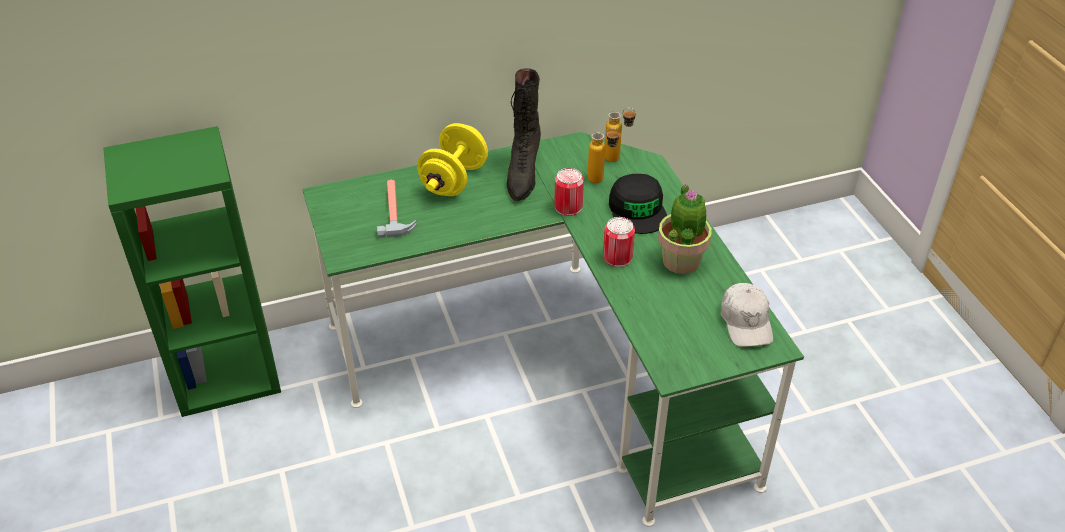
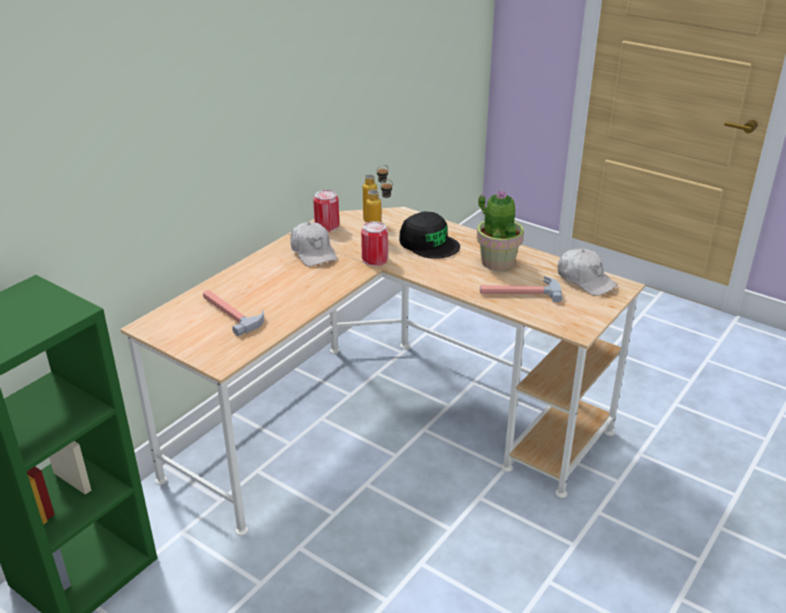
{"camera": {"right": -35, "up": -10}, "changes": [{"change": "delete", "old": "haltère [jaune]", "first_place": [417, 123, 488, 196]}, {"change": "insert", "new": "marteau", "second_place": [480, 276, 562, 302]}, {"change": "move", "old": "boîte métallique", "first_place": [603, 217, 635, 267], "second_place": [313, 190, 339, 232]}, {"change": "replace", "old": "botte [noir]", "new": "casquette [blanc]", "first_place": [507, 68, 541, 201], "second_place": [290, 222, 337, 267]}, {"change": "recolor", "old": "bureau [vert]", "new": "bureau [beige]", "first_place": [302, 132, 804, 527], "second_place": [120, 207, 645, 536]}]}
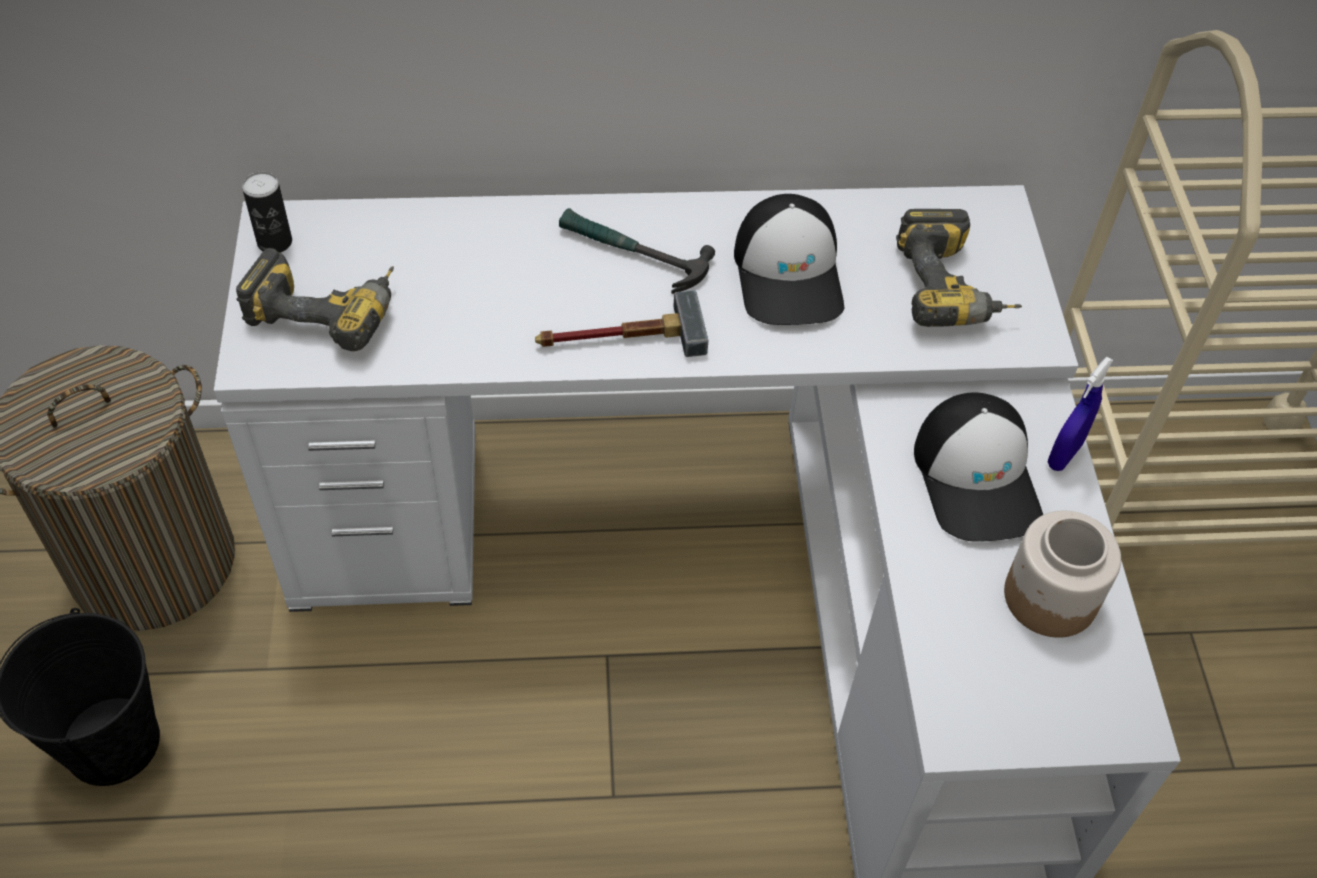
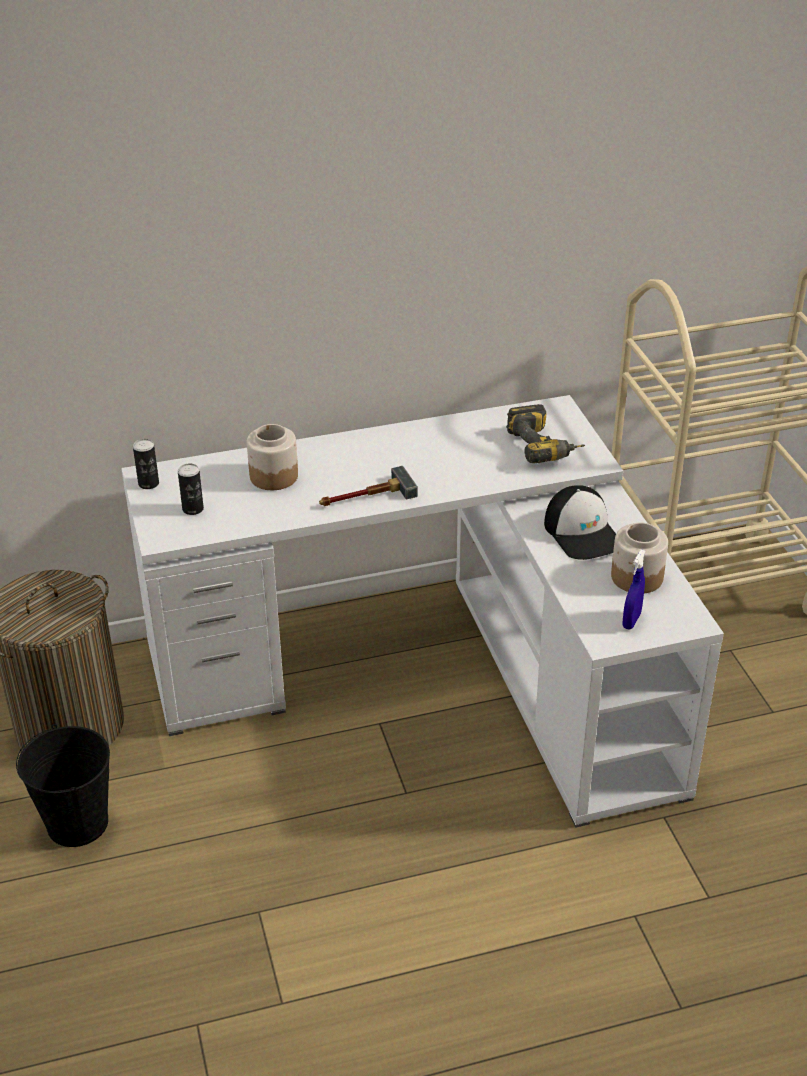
{"camera": {"right": -10, "up": -15}, "changes": [{"change": "delete", "old": "marteau", "first_place": [559, 208, 715, 294]}, {"change": "delete", "old": "casquette", "first_place": [734, 194, 844, 325]}, {"change": "insert", "new": "bocal", "second_place": [247, 424, 298, 490]}, {"change": "move", "old": "vaporisateur [bleu]", "first_place": [1048, 357, 1114, 471], "second_place": [622, 550, 645, 629]}, {"change": "replace", "old": "perceuse", "new": "boîte métallique", "first_place": [236, 248, 394, 351], "second_place": [178, 463, 204, 515]}]}
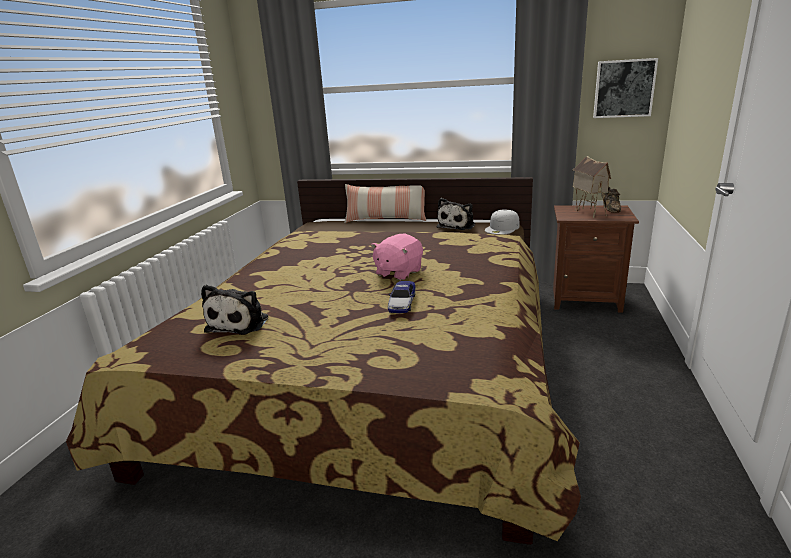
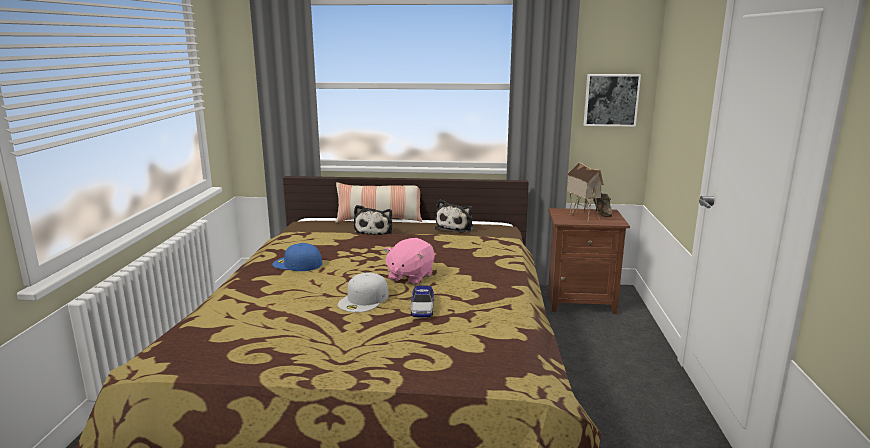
{"camera": {"right": -10, "up": -5}, "changes": [{"change": "insert", "new": "casquette [bleu]", "second_place": [272, 243, 322, 271]}, {"change": "move", "old": "peluche", "first_place": [201, 285, 268, 335], "second_place": [354, 205, 392, 235]}, {"change": "move", "old": "casquette [blanc]", "first_place": [485, 210, 520, 235], "second_place": [338, 272, 389, 313]}]}
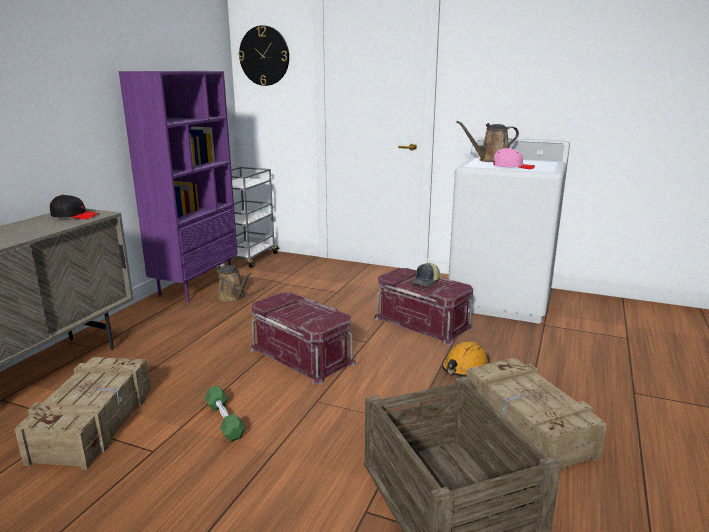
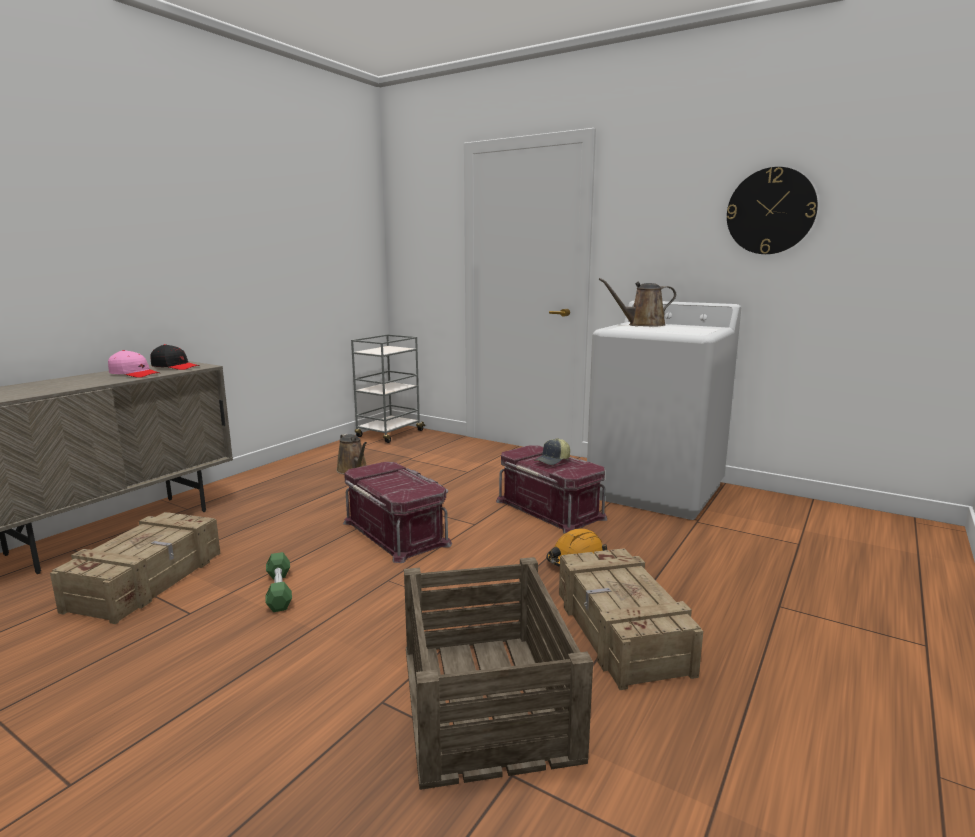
{"camera": {"right": 10, "up": -5}, "changes": [{"change": "delete", "old": "bibliothèque [violet]", "first_place": [119, 71, 238, 302]}, {"change": "move", "old": "horloge murale", "first_place": [238, 25, 289, 86], "second_place": [727, 167, 818, 254]}, {"change": "move", "old": "casquette [rose]", "first_place": [493, 148, 535, 169], "second_place": [108, 350, 160, 378]}]}
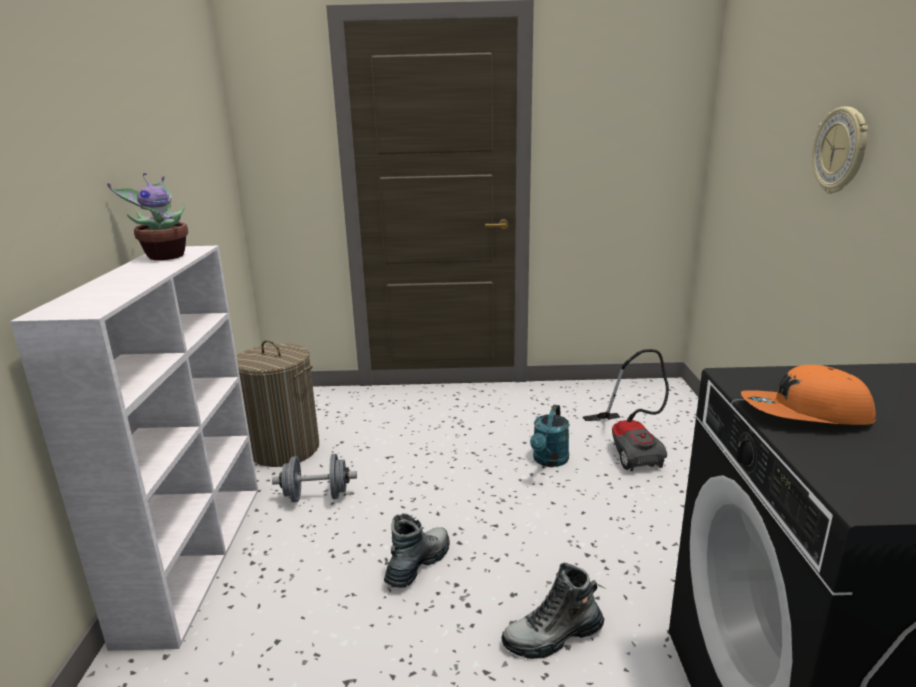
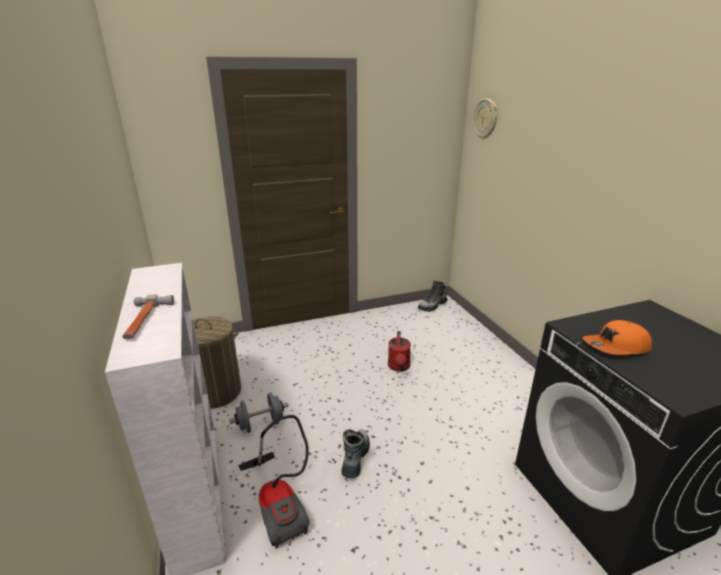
{"camera": {"right": -20, "up": 5}, "changes": [{"change": "delete", "old": "plante en pot", "first_place": [107, 173, 188, 260]}, {"change": "insert", "new": "marteau", "second_place": [122, 294, 174, 339]}, {"change": "move", "old": "botte", "first_place": [501, 562, 604, 659], "second_place": [418, 280, 447, 312]}, {"change": "move", "old": "aspirateur", "first_place": [583, 349, 669, 471], "second_place": [239, 415, 310, 549]}, {"change": "move", "old": "horloge murale", "first_place": [812, 106, 868, 194], "second_place": [473, 98, 497, 139]}, {"change": "recolor", "old": "arrosoir [turquoise]", "new": "arrosoir [rouge]", "first_place": [530, 405, 570, 467], "second_place": [388, 331, 411, 372]}]}
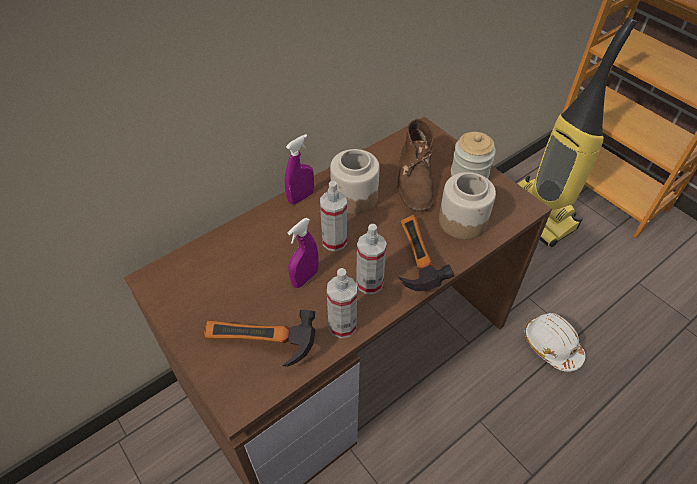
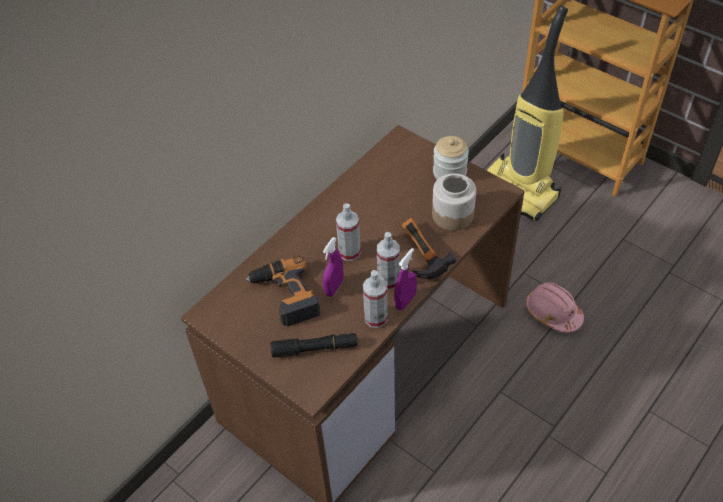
{"camera": {"right": -10, "up": 0}, "changes": [{"change": "delete", "old": "bocal", "first_place": [330, 149, 380, 214]}, {"change": "delete", "old": "botte [marron]", "first_place": [397, 119, 435, 212]}, {"change": "insert", "new": "perceuse", "second_place": [246, 256, 321, 326]}, {"change": "move", "old": "vaporisateur [violet]", "first_place": [285, 134, 314, 204], "second_place": [394, 248, 417, 310]}, {"change": "replace", "old": "marteau", "new": "lampe de poche [noir]", "first_place": [204, 310, 316, 367], "second_place": [271, 333, 358, 358]}, {"change": "recolor", "old": "casque de chantier [blanc]", "new": "casque de chantier [rose]", "first_place": [525, 313, 586, 372], "second_place": [525, 282, 584, 333]}]}
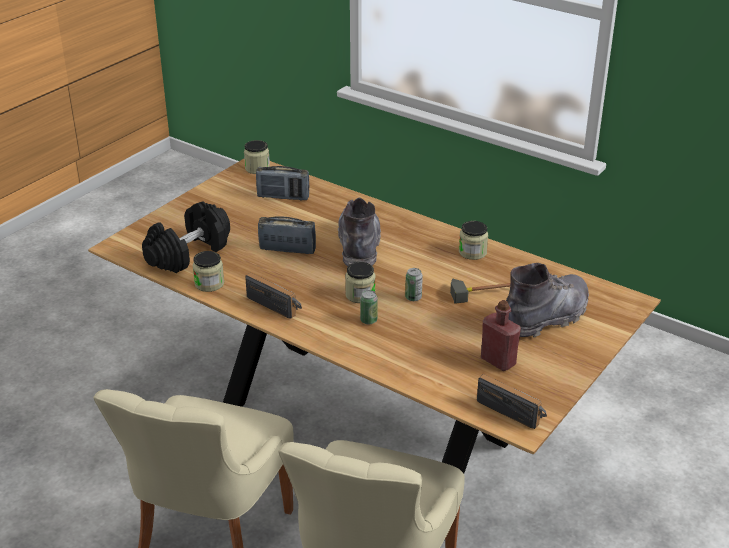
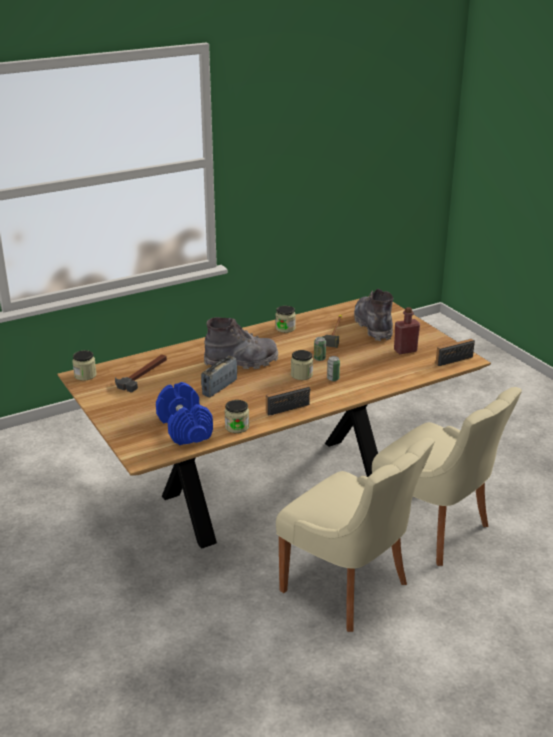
{"camera": {"right": -65, "up": -5}, "changes": [{"change": "replace", "old": "radio", "new": "marteau", "first_place": [256, 166, 309, 201], "second_place": [115, 354, 167, 393]}, {"change": "recolor", "old": "haltère [noir]", "new": "haltère [bleu]", "first_place": [142, 201, 230, 273], "second_place": [156, 382, 213, 445]}, {"change": "rotate", "old": "botte [gris]", "first_place": [338, 198, 381, 266], "second_place": [204, 317, 278, 369], "degrees": 150}]}
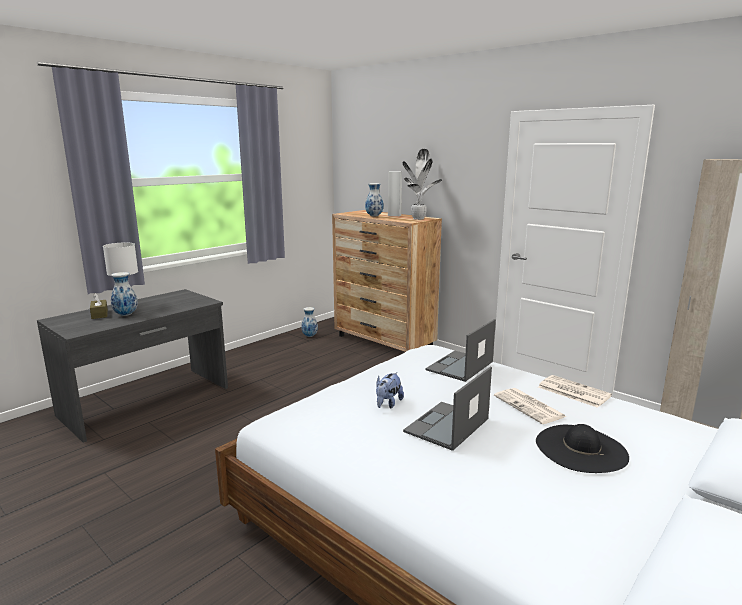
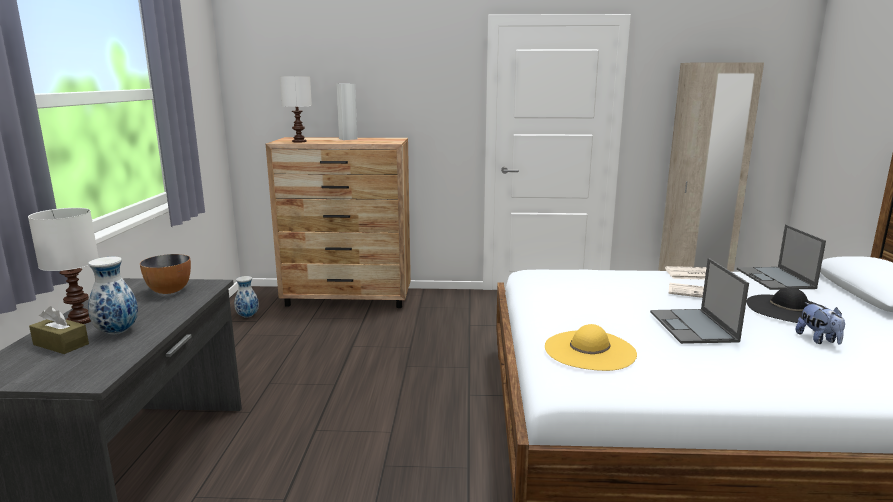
{"camera": {"right": -40, "up": 0}, "changes": [{"change": "delete", "old": "vase", "first_place": [365, 183, 383, 217]}, {"change": "delete", "old": "plante en pot", "first_place": [403, 149, 442, 220]}, {"change": "insert", "new": "bol", "second_place": [140, 254, 191, 294]}, {"change": "insert", "new": "lampe de table [blanc]", "second_place": [280, 76, 312, 143]}, {"change": "insert", "new": "chapeau [jaune]", "second_place": [545, 324, 637, 371]}, {"change": "move", "old": "peluche", "first_place": [376, 372, 404, 409], "second_place": [796, 302, 845, 345]}, {"change": "move", "old": "ordinateur portable", "first_place": [425, 319, 496, 382], "second_place": [737, 225, 826, 290]}]}
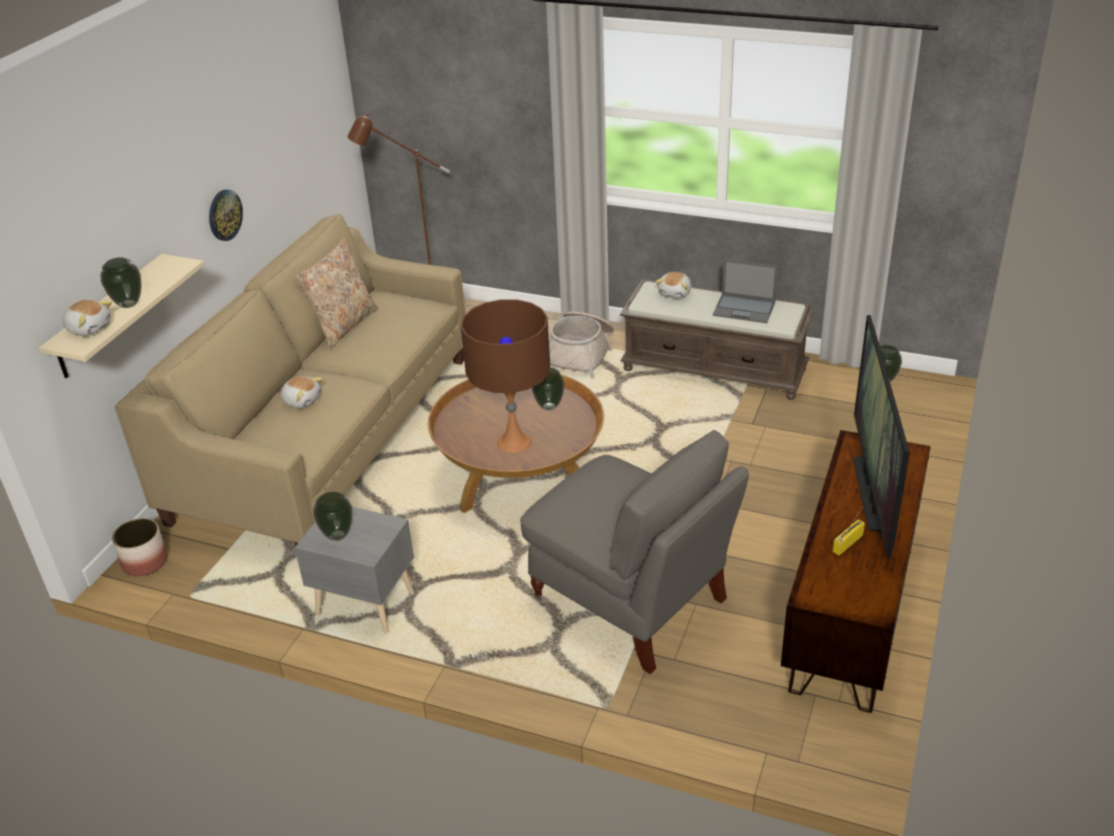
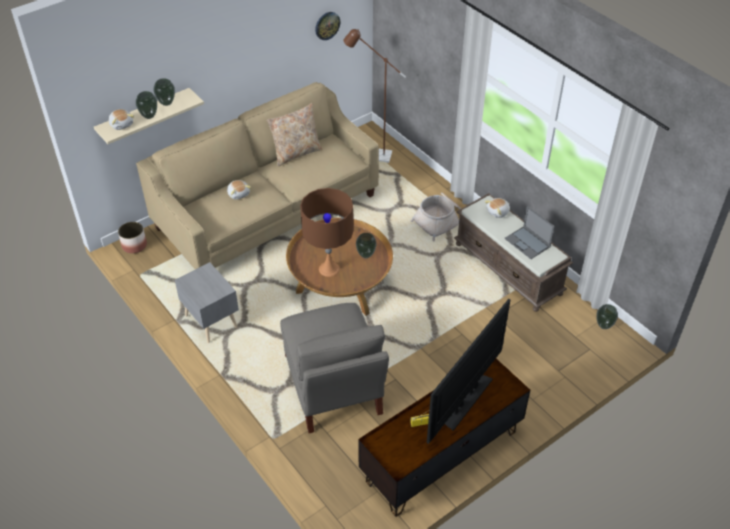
{"camera": {"right": 30, "up": 10}, "changes": [{"change": "move", "old": "horloge murale", "first_place": [209, 190, 243, 241], "second_place": [315, 12, 340, 40]}, {"change": "move", "old": "vase", "first_place": [313, 492, 353, 541], "second_place": [154, 78, 175, 106]}]}
